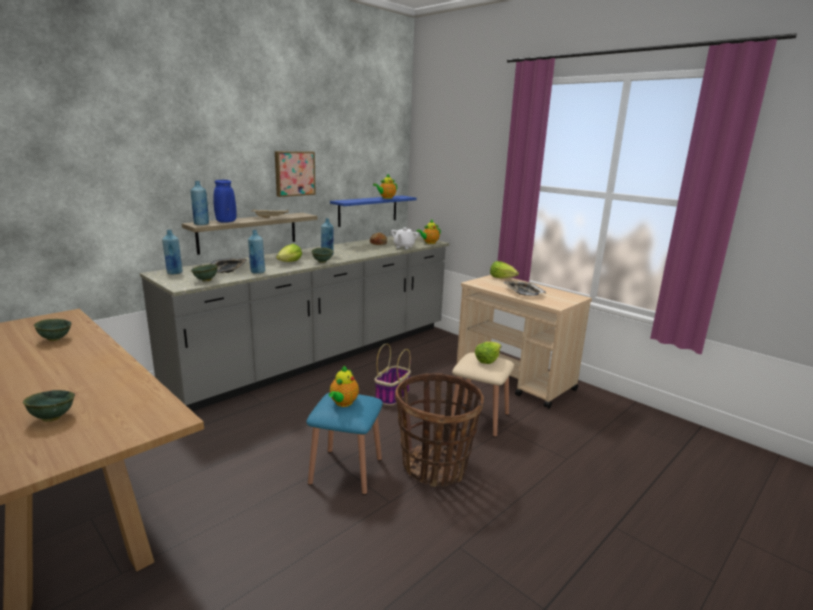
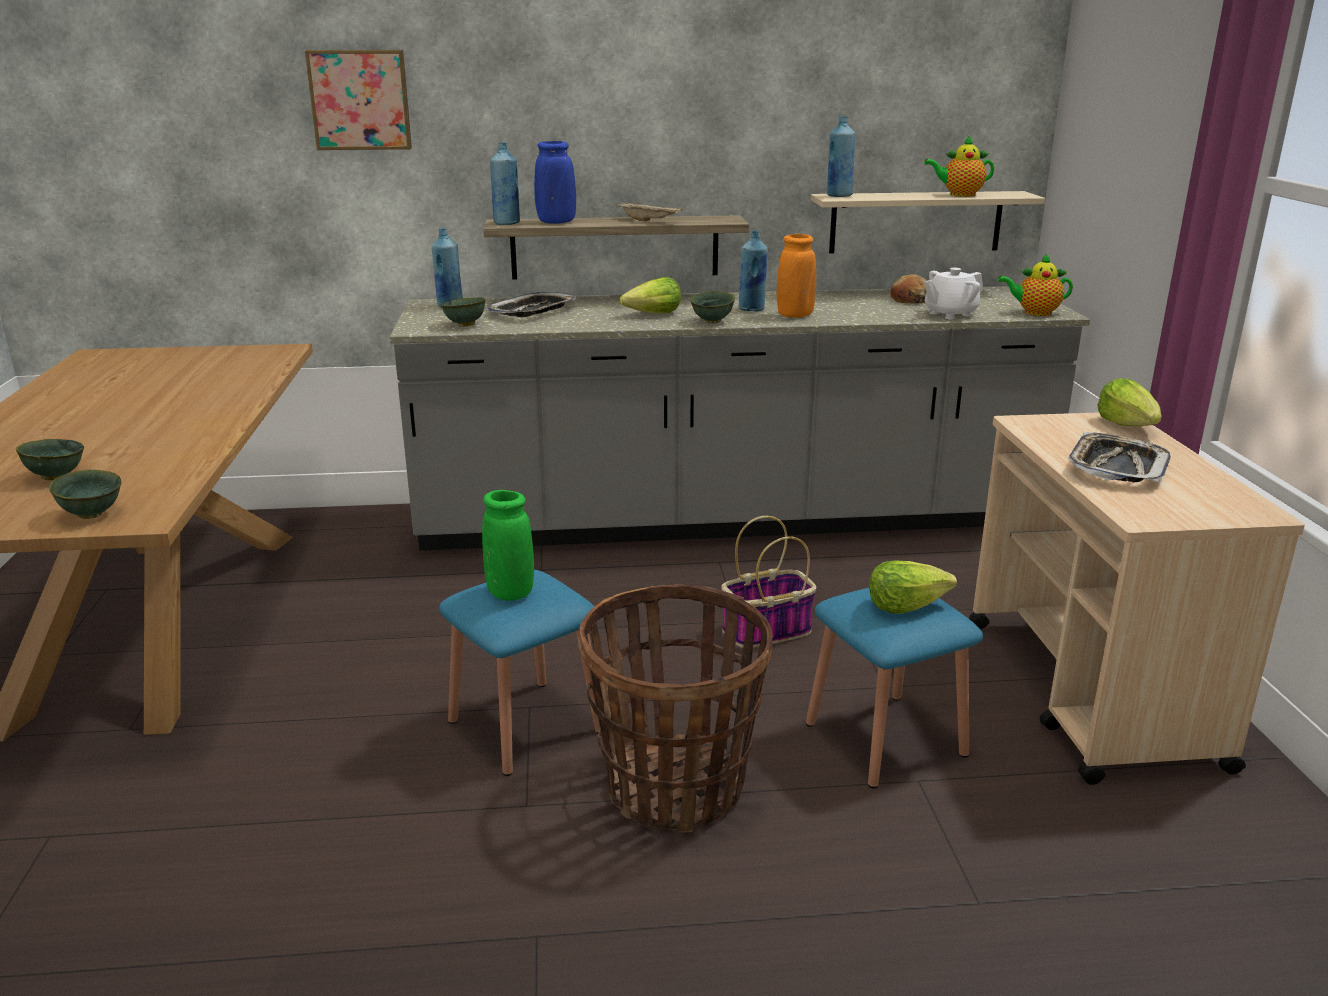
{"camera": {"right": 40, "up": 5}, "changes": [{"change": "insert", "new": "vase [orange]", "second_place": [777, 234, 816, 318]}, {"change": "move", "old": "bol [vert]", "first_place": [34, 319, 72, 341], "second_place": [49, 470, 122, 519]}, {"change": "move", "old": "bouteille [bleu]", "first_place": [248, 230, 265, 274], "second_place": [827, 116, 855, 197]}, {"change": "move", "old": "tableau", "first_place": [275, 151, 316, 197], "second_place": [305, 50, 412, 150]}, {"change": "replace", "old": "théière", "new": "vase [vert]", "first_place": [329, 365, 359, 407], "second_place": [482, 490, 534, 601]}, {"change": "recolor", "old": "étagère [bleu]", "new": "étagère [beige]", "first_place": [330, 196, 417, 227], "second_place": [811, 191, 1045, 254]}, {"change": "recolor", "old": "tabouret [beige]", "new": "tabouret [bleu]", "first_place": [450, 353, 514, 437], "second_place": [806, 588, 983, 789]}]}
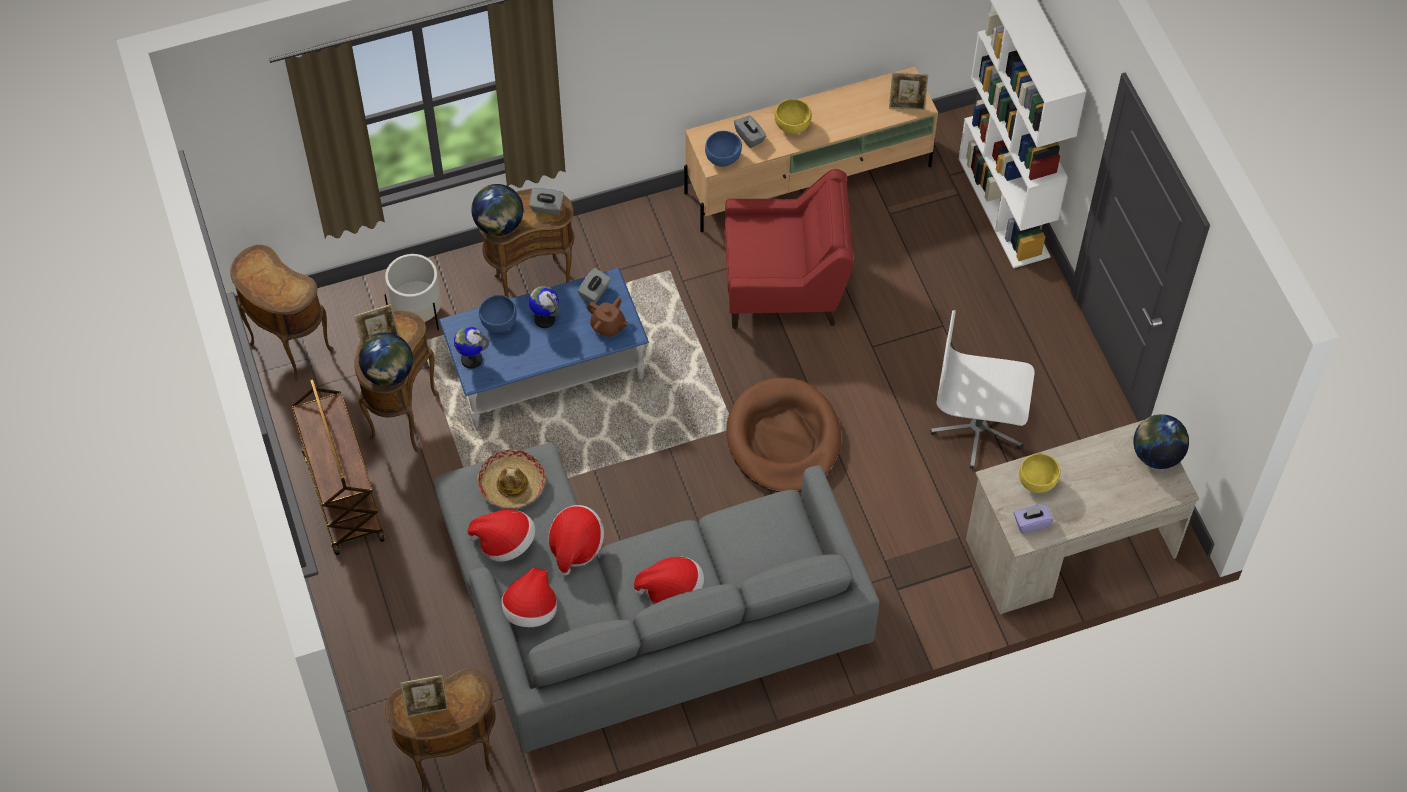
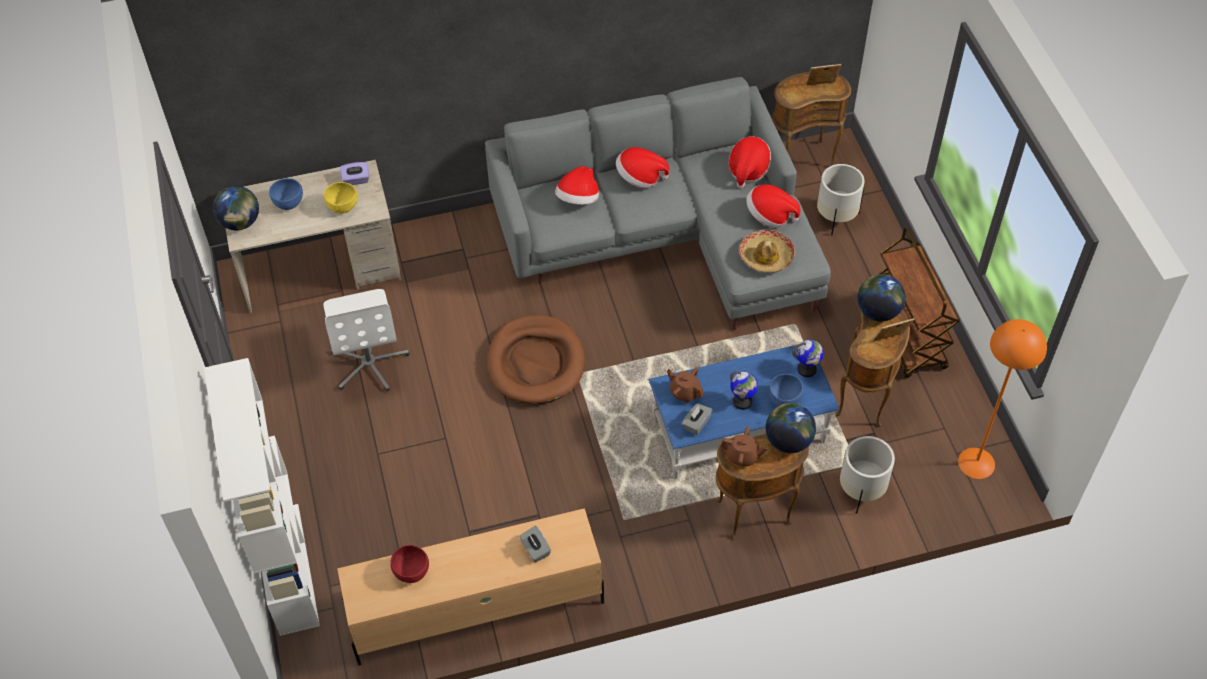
{"camera": {"right": -175, "up": -5}, "changes": [{"change": "delete", "old": "fauteuil [rouge]", "first_place": [724, 169, 854, 329]}, {"change": "delete", "old": "bol [jaune]", "first_place": [774, 99, 812, 134]}, {"change": "delete", "old": "cadre photo", "first_place": [889, 72, 928, 110]}, {"change": "insert", "new": "bol [rouge]", "second_place": [390, 545, 429, 583]}, {"change": "insert", "new": "cache-pot [blanc]", "second_place": [817, 164, 865, 235]}, {"change": "move", "old": "chapeau", "first_place": [548, 505, 604, 576], "second_place": [555, 166, 599, 205]}, {"change": "move", "old": "bol [bleu]", "first_place": [705, 131, 742, 167], "second_place": [269, 178, 303, 210]}, {"change": "replace", "old": "table d'appoint [marron]", "new": "lampadaire [orange]", "first_place": [230, 245, 334, 381], "second_place": [958, 319, 1047, 479]}, {"change": "replace", "old": "boîte à mouchoirs [gris]", "new": "théière [marron]", "first_place": [529, 187, 564, 215], "second_place": [721, 426, 768, 466]}, {"change": "rotate", "old": "chaise de bureau [blanc]", "first_place": [930, 310, 1035, 469], "second_place": [323, 289, 410, 392], "degrees": 60}]}
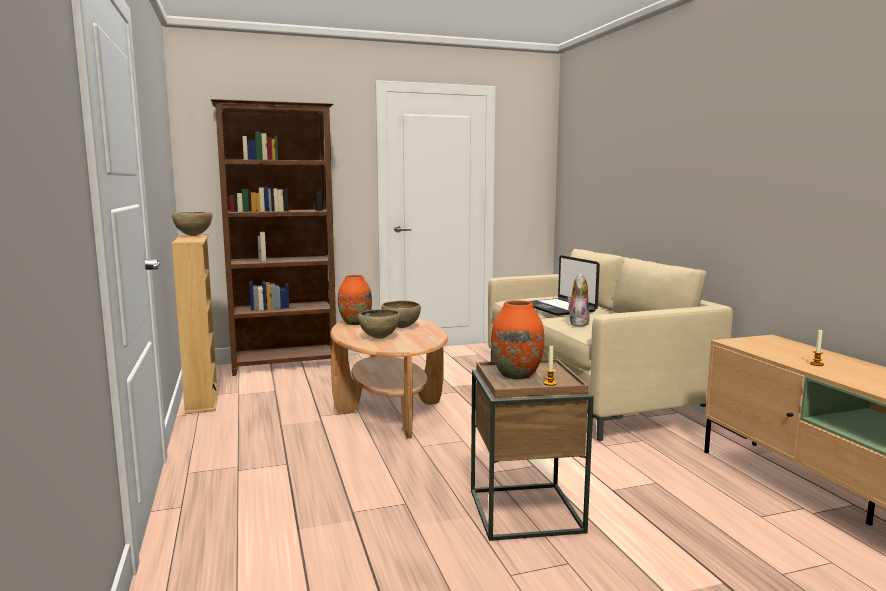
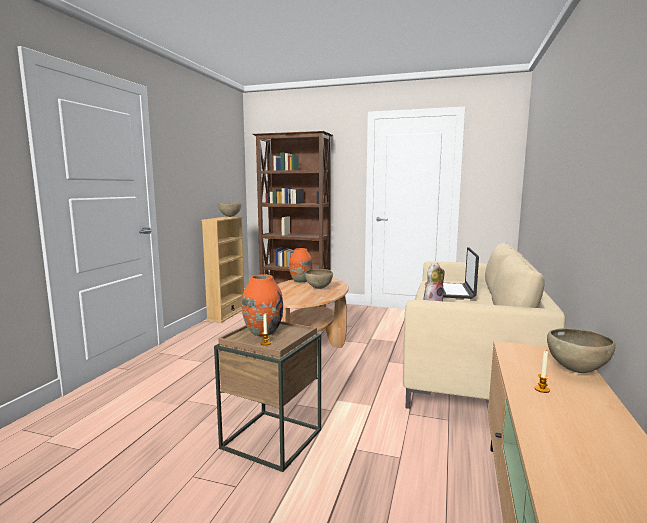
{"camera": {"right": 35, "up": 0}, "changes": [{"change": "move", "old": "bol [marron]", "first_place": [358, 309, 400, 339], "second_place": [547, 328, 616, 373]}]}
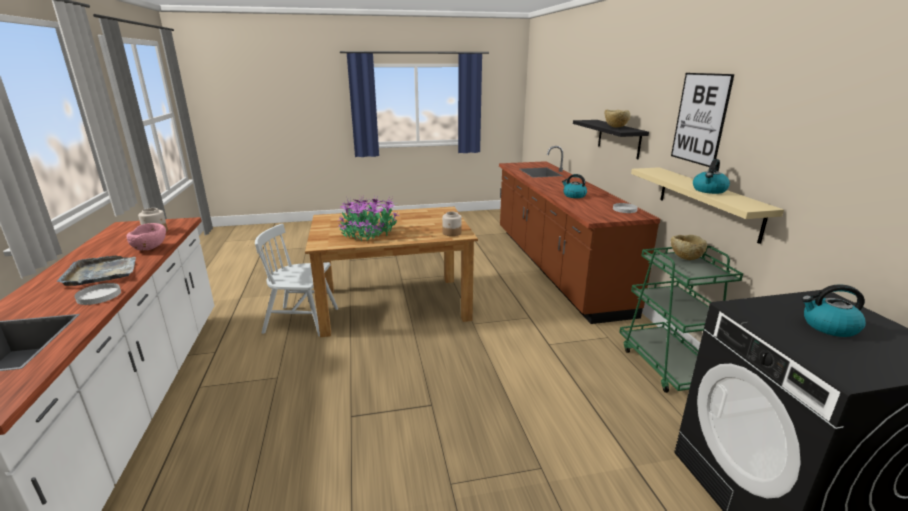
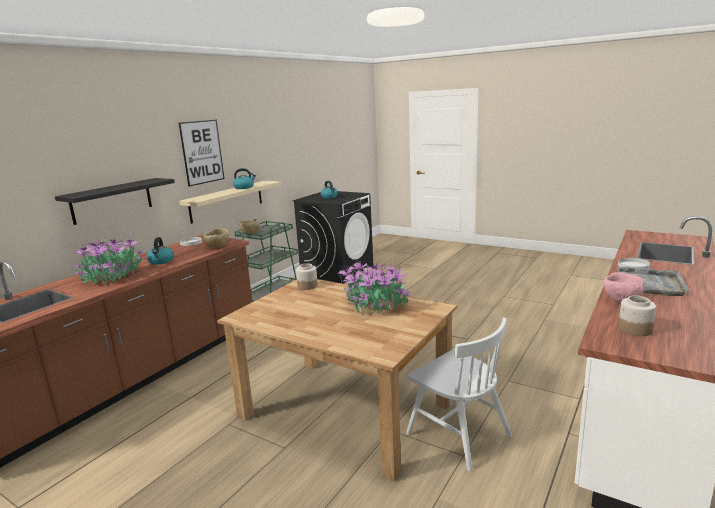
{"camera": {"right": -135, "up": -5}, "changes": [{"change": "insert", "new": "plante en pot", "second_place": [74, 236, 142, 285]}, {"change": "move", "old": "bol [beige]", "first_place": [604, 110, 630, 128], "second_place": [203, 228, 229, 248]}]}
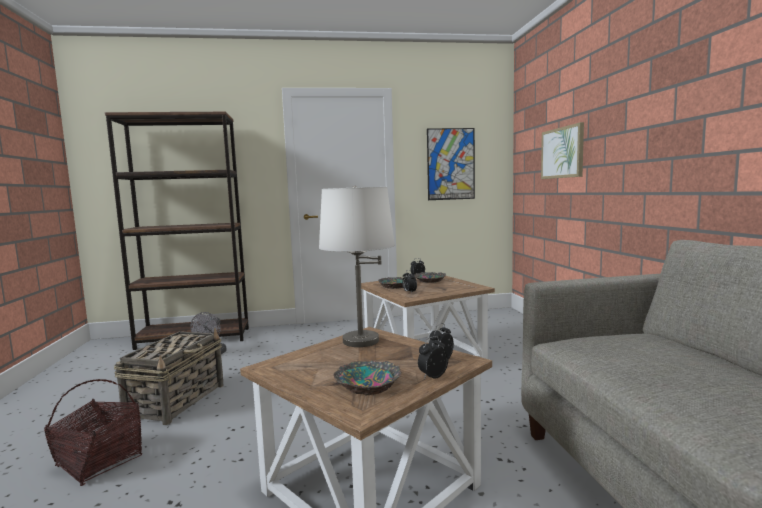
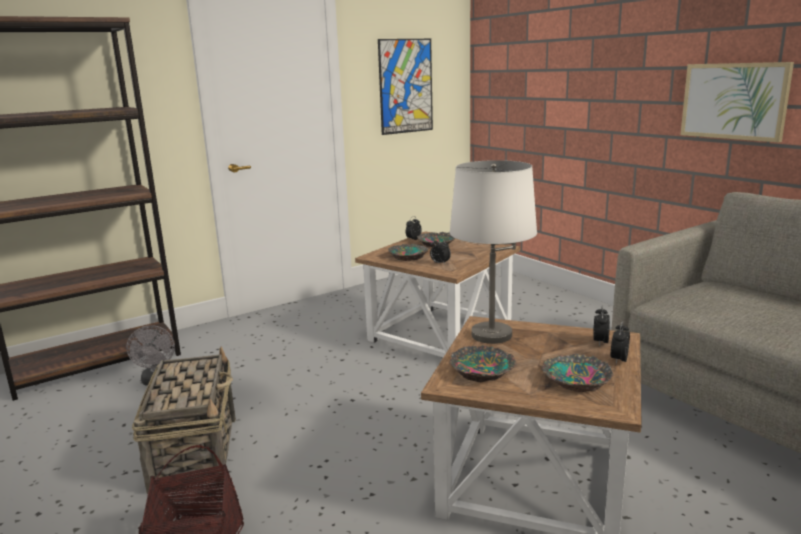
{"camera": {"right": -25, "up": 10}, "changes": [{"change": "insert", "new": "bol", "second_place": [449, 345, 517, 382]}, {"change": "move", "old": "tableau", "first_place": [541, 122, 584, 179], "second_place": [680, 62, 794, 143]}]}
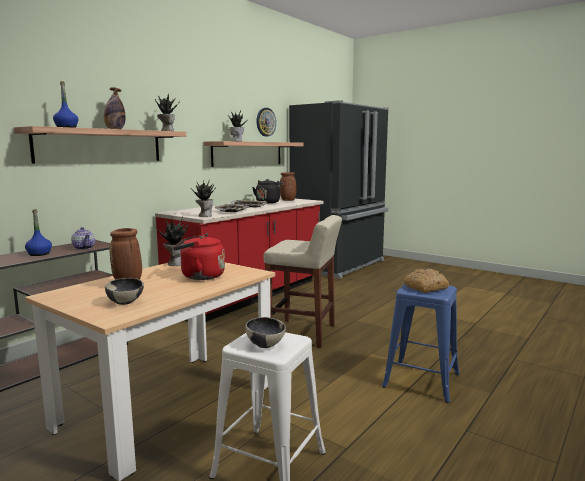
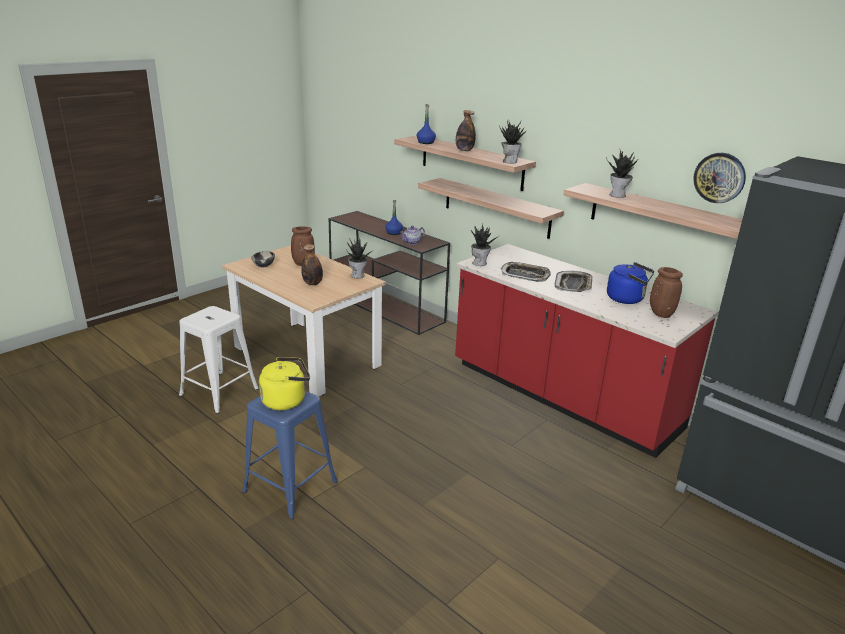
{"camera": {"right": 95, "up": 15}, "changes": [{"change": "delete", "old": "bol", "first_place": [246, 317, 286, 348]}, {"change": "delete", "old": "tabouret [beige]", "first_place": [263, 215, 342, 348]}, {"change": "insert", "new": "étagère", "second_place": [418, 178, 564, 239]}, {"change": "replace", "old": "bouilloire [rouge]", "new": "bouteille", "first_place": [173, 234, 225, 280], "second_place": [301, 244, 323, 285]}, {"change": "replace", "old": "pain", "new": "bouilloire [jaune]", "first_place": [403, 268, 449, 293], "second_place": [259, 357, 310, 410]}, {"change": "recolor", "old": "bouilloire [noir]", "new": "bouilloire [bleu]", "first_place": [252, 179, 283, 203], "second_place": [607, 262, 654, 304]}]}
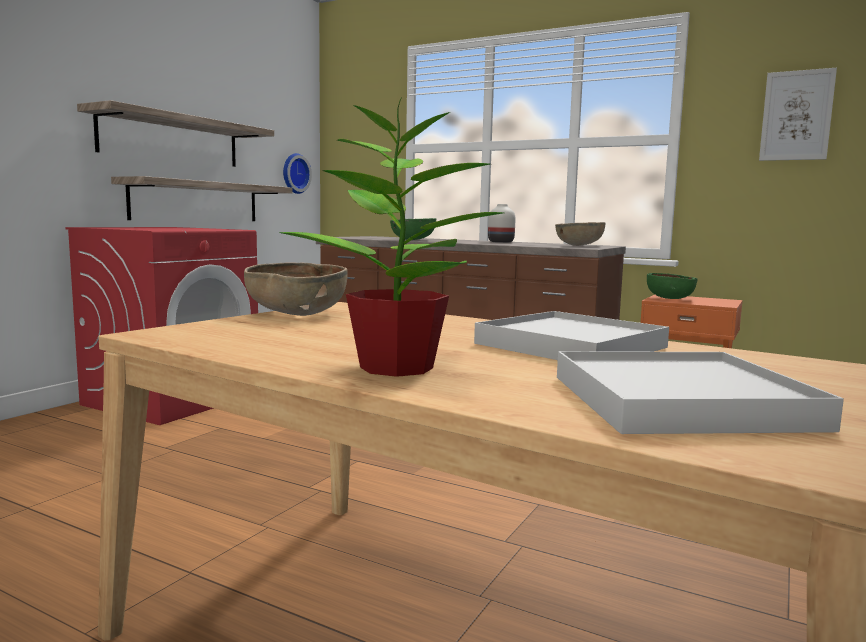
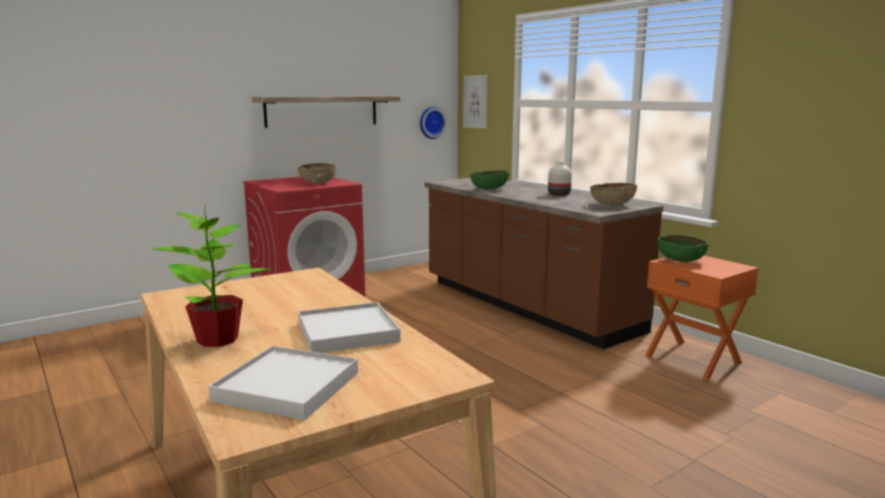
{"camera": {"right": 25, "up": 5}, "changes": [{"change": "delete", "old": "étagère", "first_place": [111, 176, 293, 221]}, {"change": "move", "old": "bol [marron]", "first_place": [244, 262, 347, 316], "second_place": [298, 163, 336, 184]}, {"change": "move", "old": "tableau", "first_place": [759, 68, 837, 161], "second_place": [463, 75, 488, 129]}]}
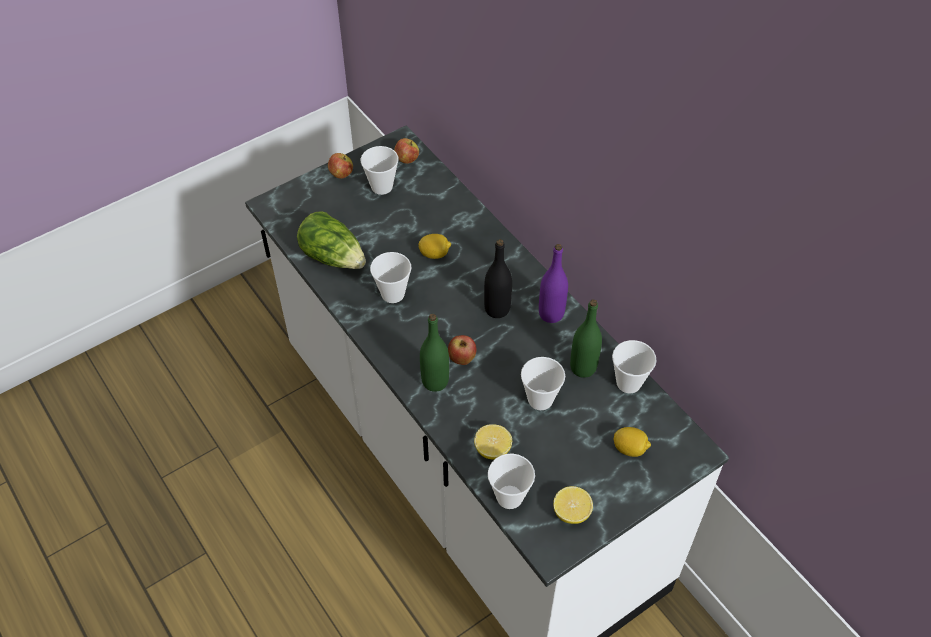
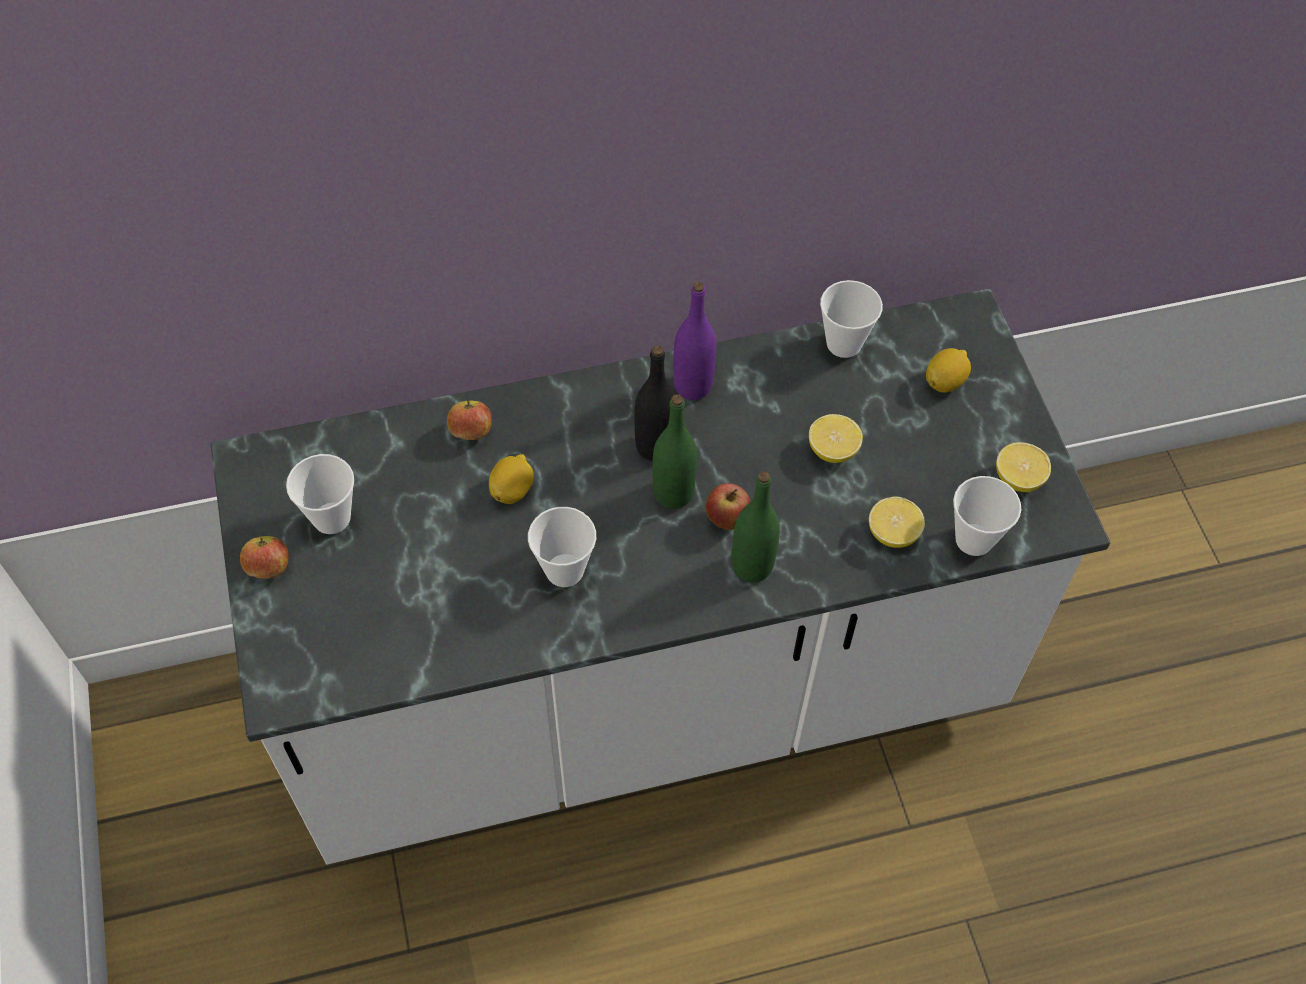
{"camera": {"right": -70, "up": 5}, "changes": [{"change": "delete", "old": "laitue", "first_place": [297, 211, 366, 269]}, {"change": "move", "old": "pomme", "first_place": [394, 138, 419, 164], "second_place": [447, 401, 492, 440]}, {"change": "move", "old": "bouteille [vert]", "first_place": [570, 299, 602, 378], "second_place": [652, 394, 697, 509]}, {"change": "replace", "old": "tasse", "new": "citron", "first_place": [521, 357, 565, 410], "second_place": [809, 414, 863, 463]}]}
